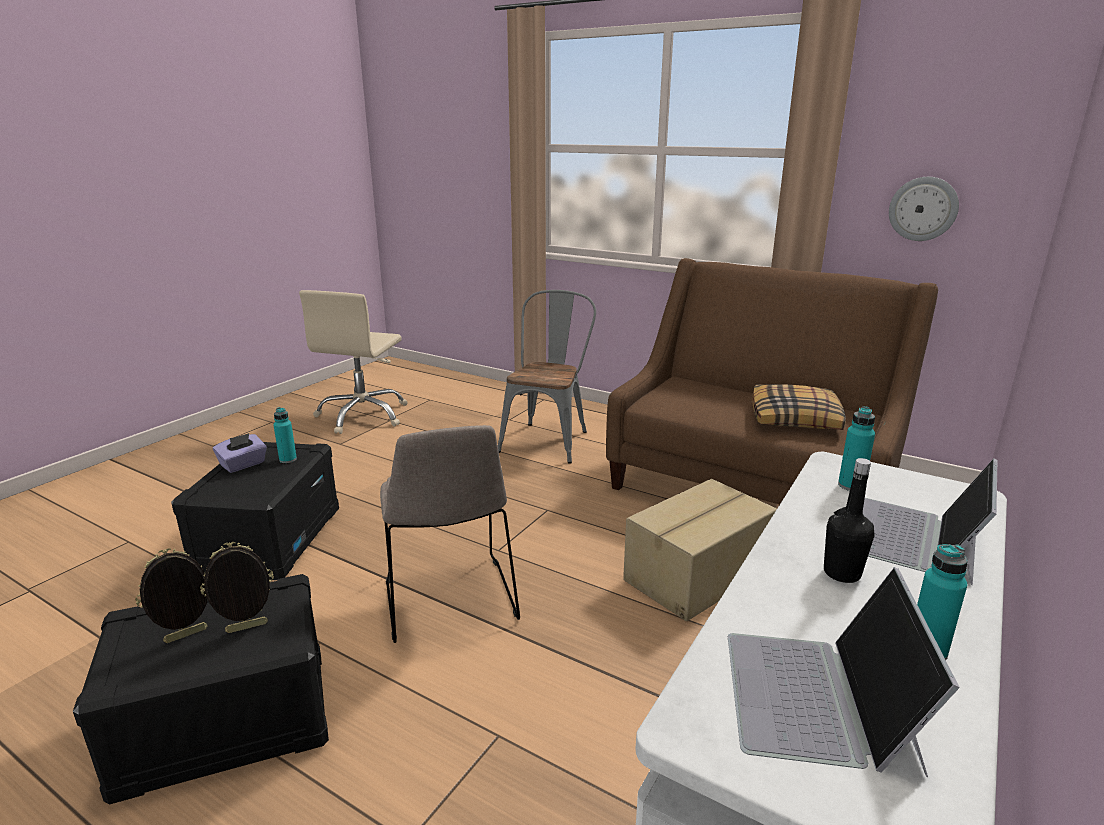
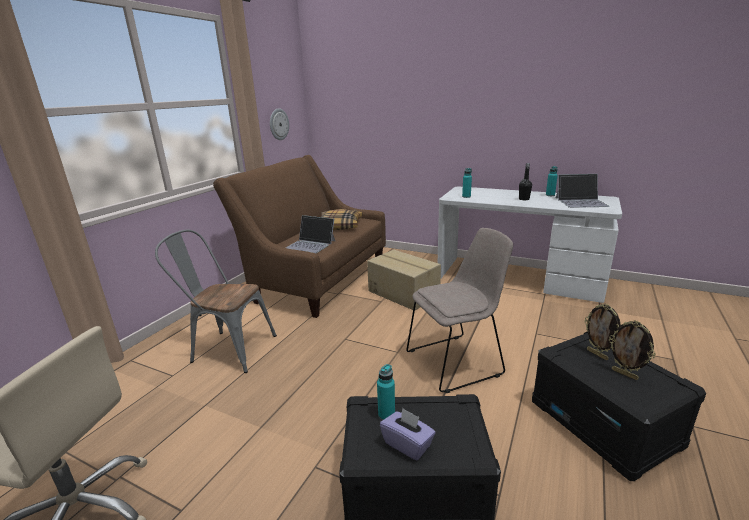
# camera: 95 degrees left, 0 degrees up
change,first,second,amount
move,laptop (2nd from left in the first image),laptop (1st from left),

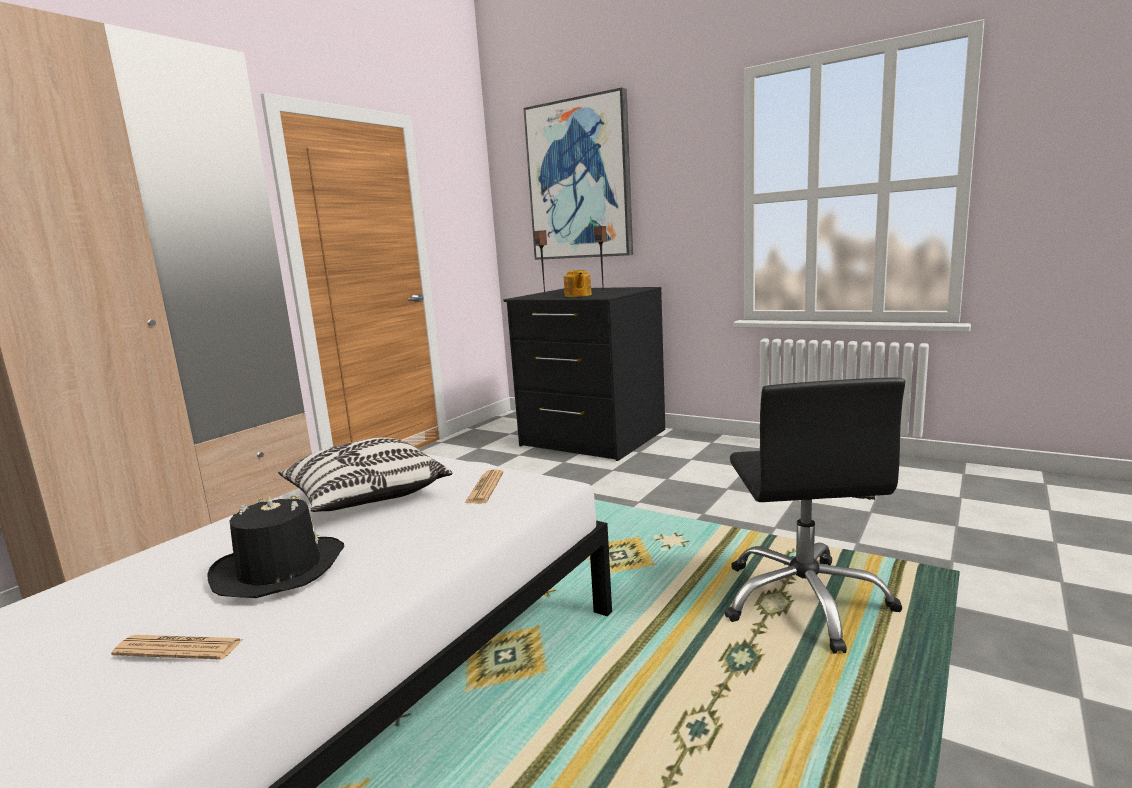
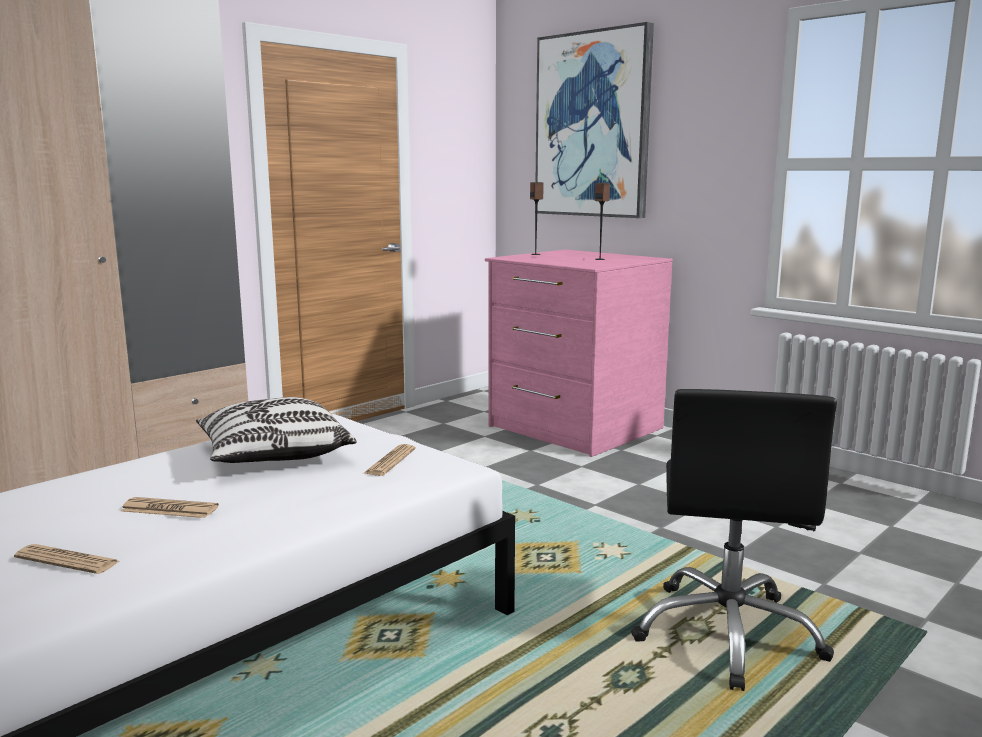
# camera: 10 degrees right, 0 degrees up
change,first,second,amount
delete,teapot,,
replace,black hat,newspaper (2nd from left),
recolor,black dresser,pink dresser,

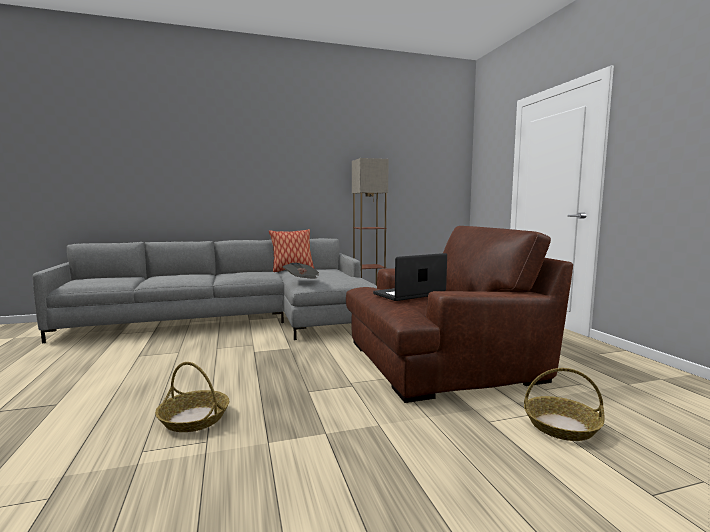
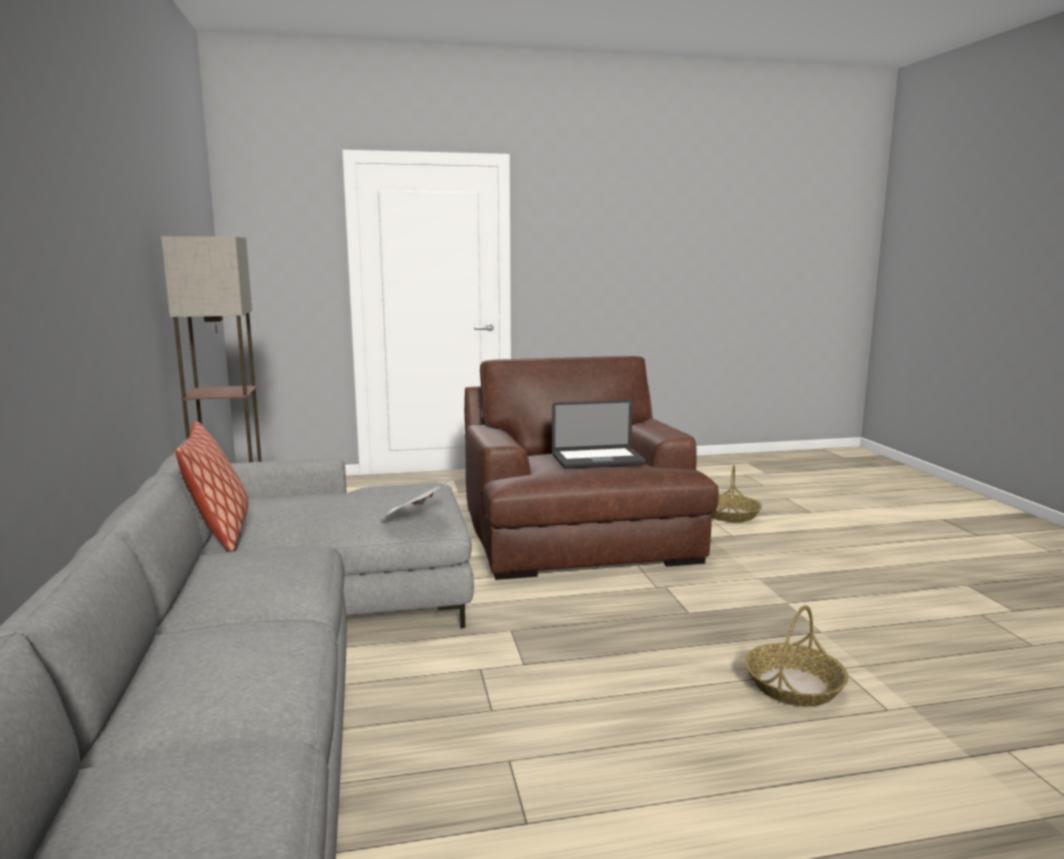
# camera: 85 degrees left, 5 degrees up
change,first,second,amount
rotate,laptop,,75 degrees counterclockwise

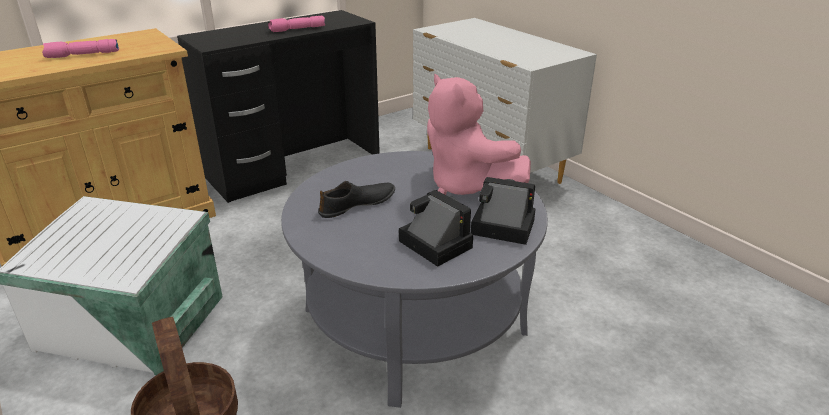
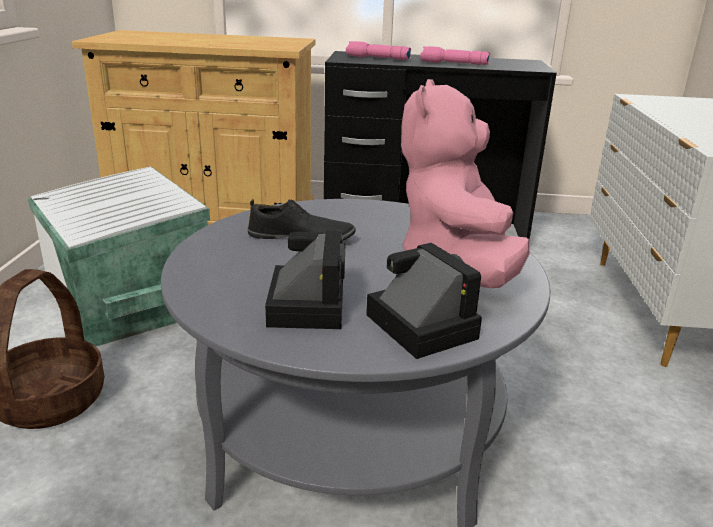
# camera: 40 degrees right, 5 degrees down
change,first,second,amount
move,pink flashlight (1st from left),,

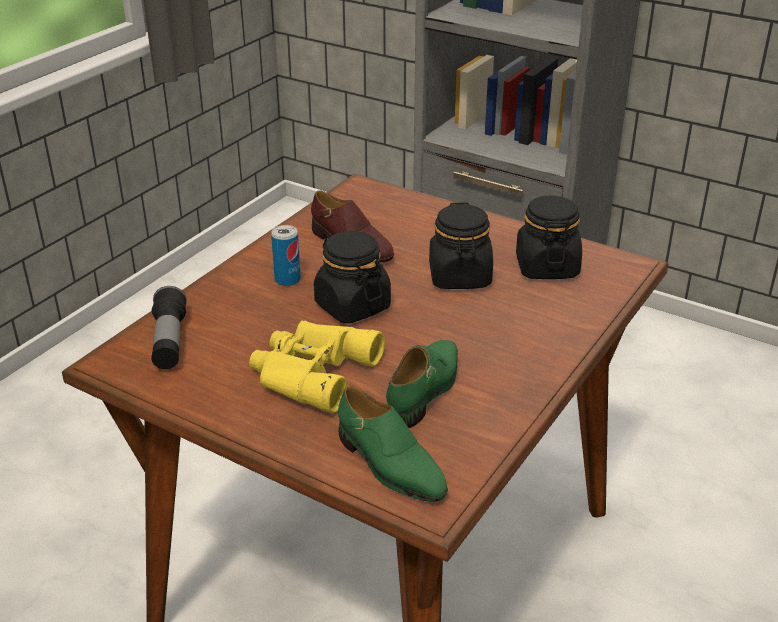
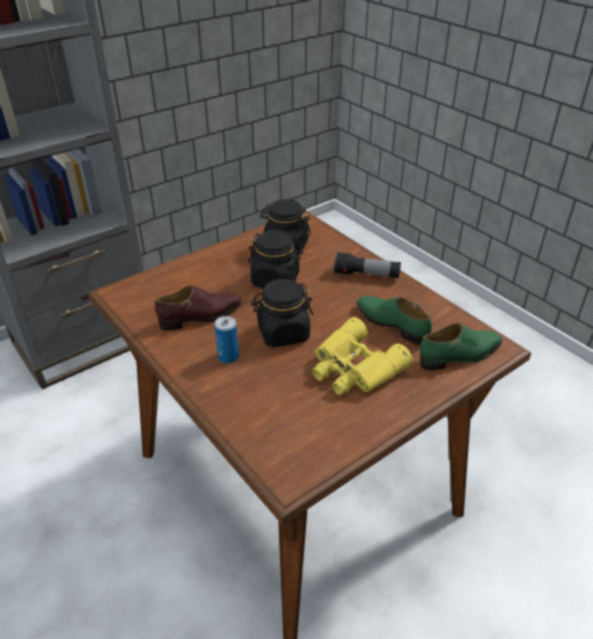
# camera: 70 degrees left, 5 degrees up
change,first,second,amount
move,flashlight,,

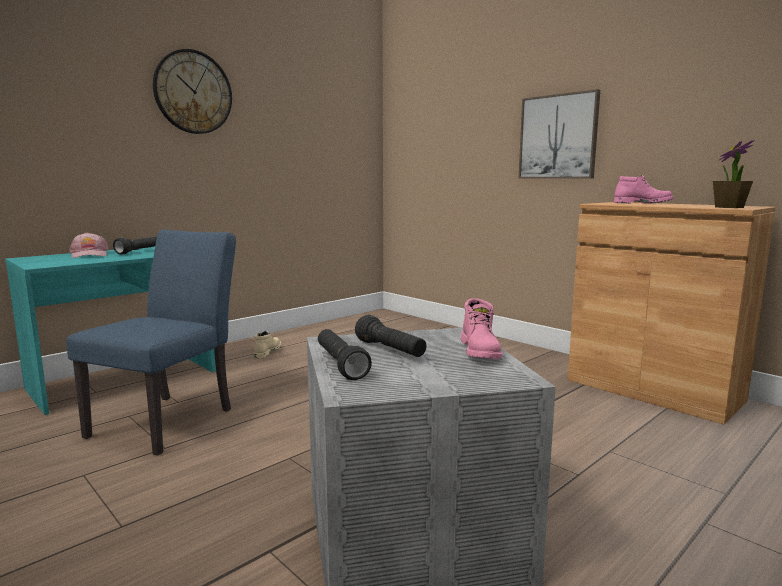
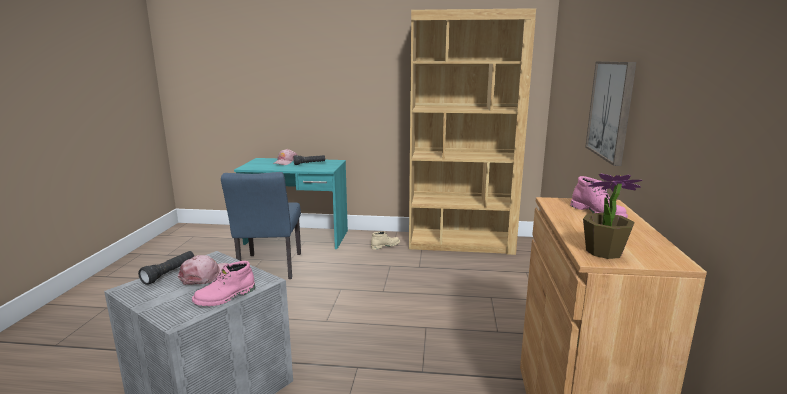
# camera: 50 degrees right, 5 degrees up
change,first,second,amount
delete,wall clock,,
insert,,brown bookcase,
replace,black flashlight (3rd from left),pink cap (1st from left),
rotate,blue chair,,105 degrees clockwise

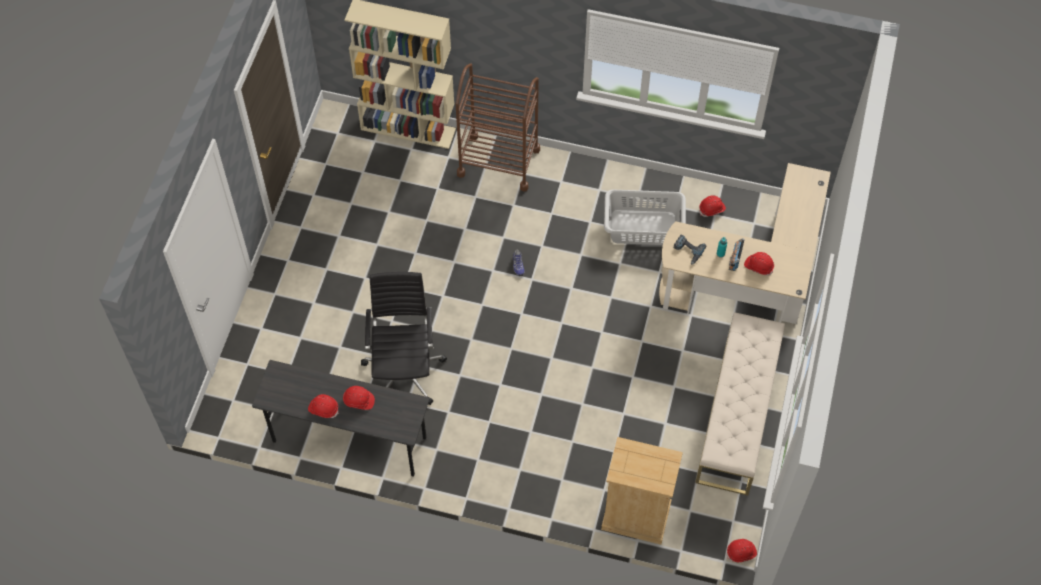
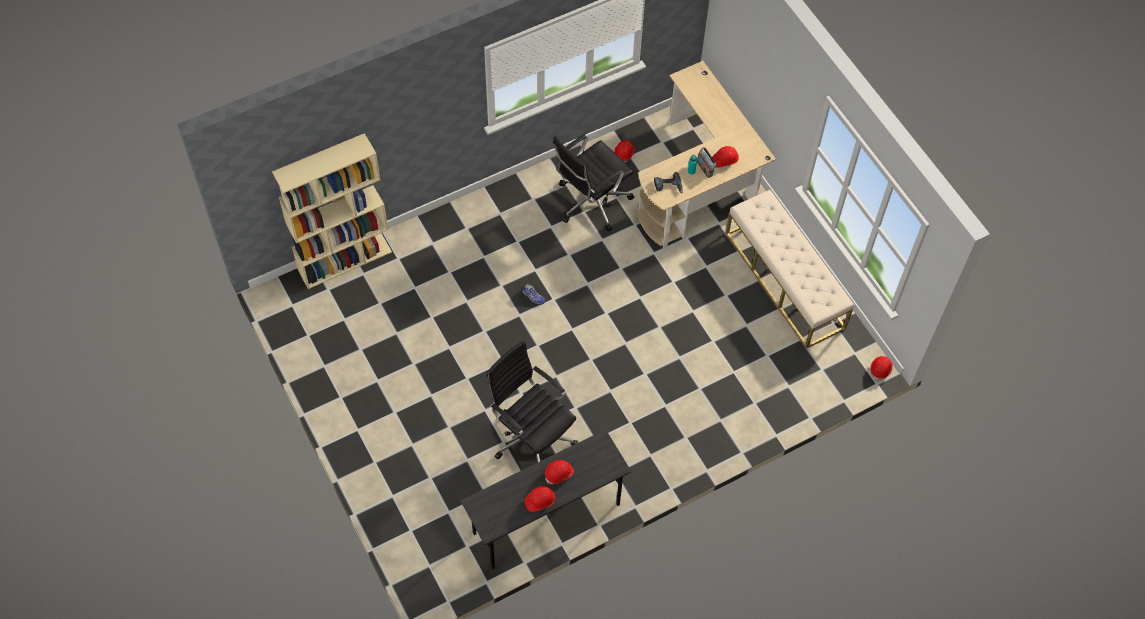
# camera: 45 degrees left, 0 degrees up
change,first,second,amount
delete,brown cart,,
delete,beige dresser,,
replace,grey laundry basket,black office chair (2nd from left),

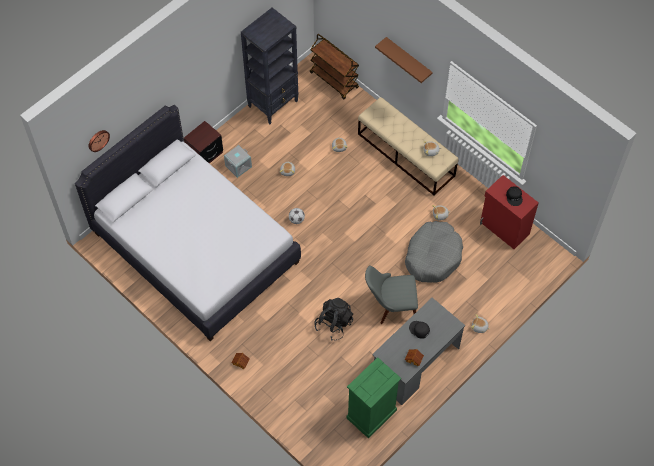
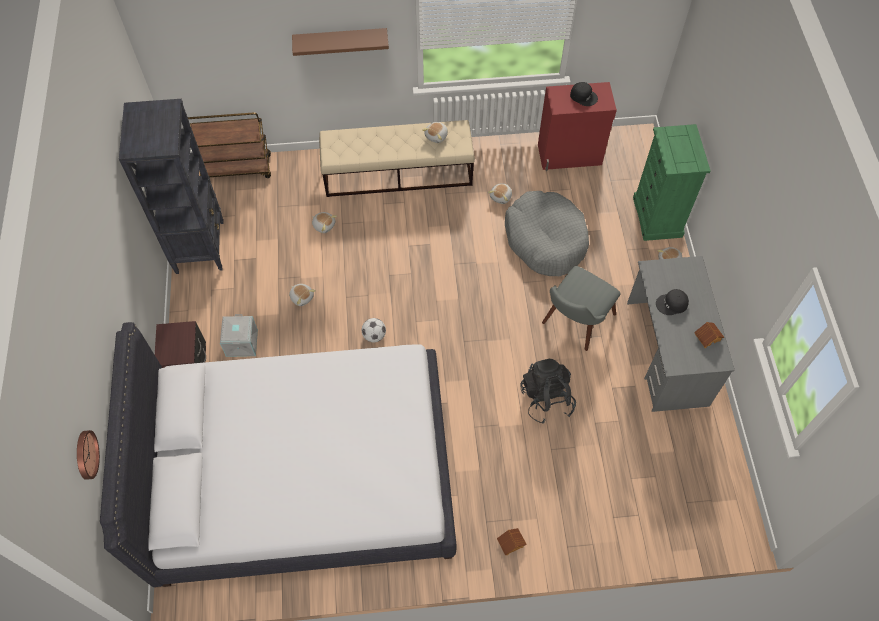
# camera: 50 degrees left, 0 degrees up
change,first,second,amount
move,green dresser,,

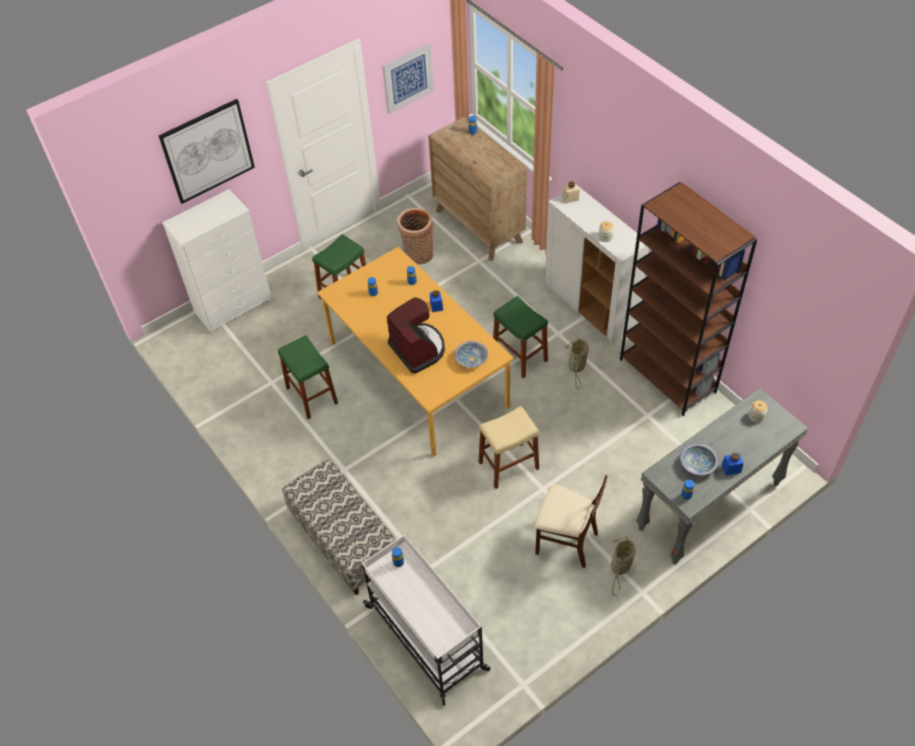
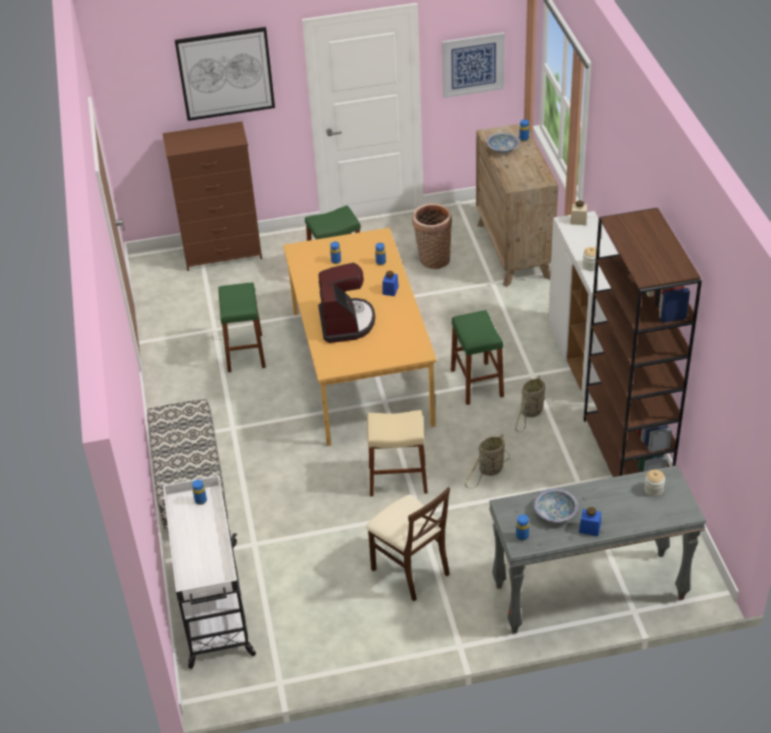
# camera: 25 degrees right, 10 degrees down
change,first,second,amount
move,bowl (1st from left),,
move,basket (3rd from left in the first image),basket (2nd from left),
recolor,white dresser,brown dresser (1st from left),

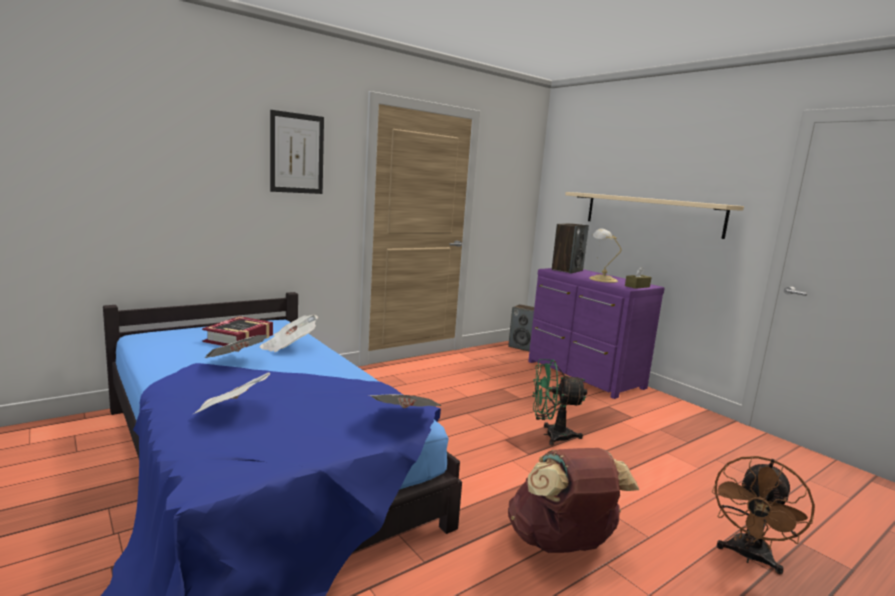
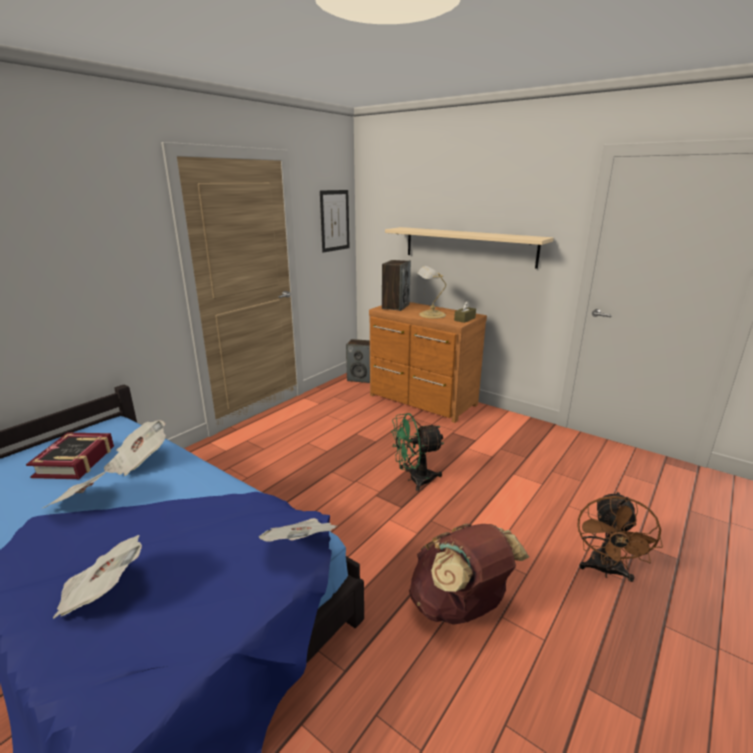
# camera: 15 degrees left, 10 degrees up
change,first,second,amount
move,picture,,
recolor,purple dresser,brown dresser,

